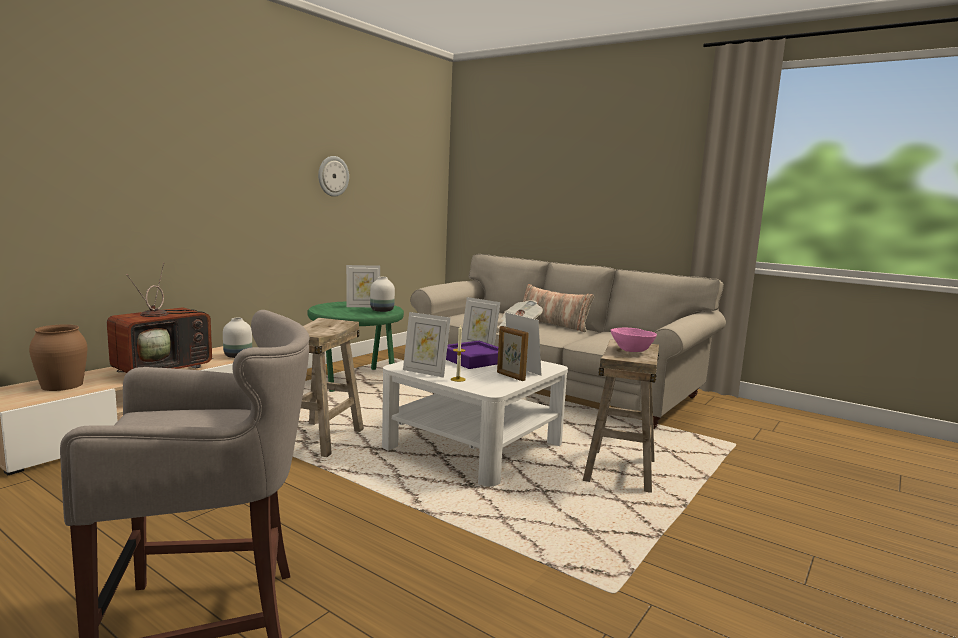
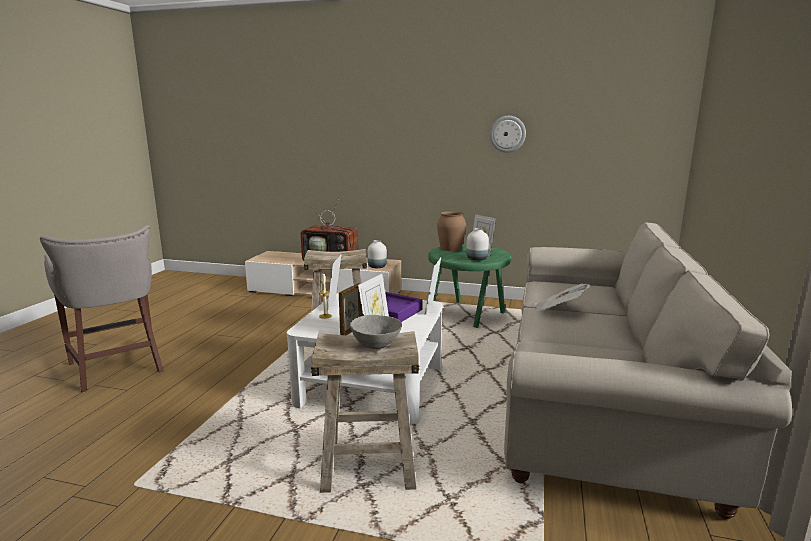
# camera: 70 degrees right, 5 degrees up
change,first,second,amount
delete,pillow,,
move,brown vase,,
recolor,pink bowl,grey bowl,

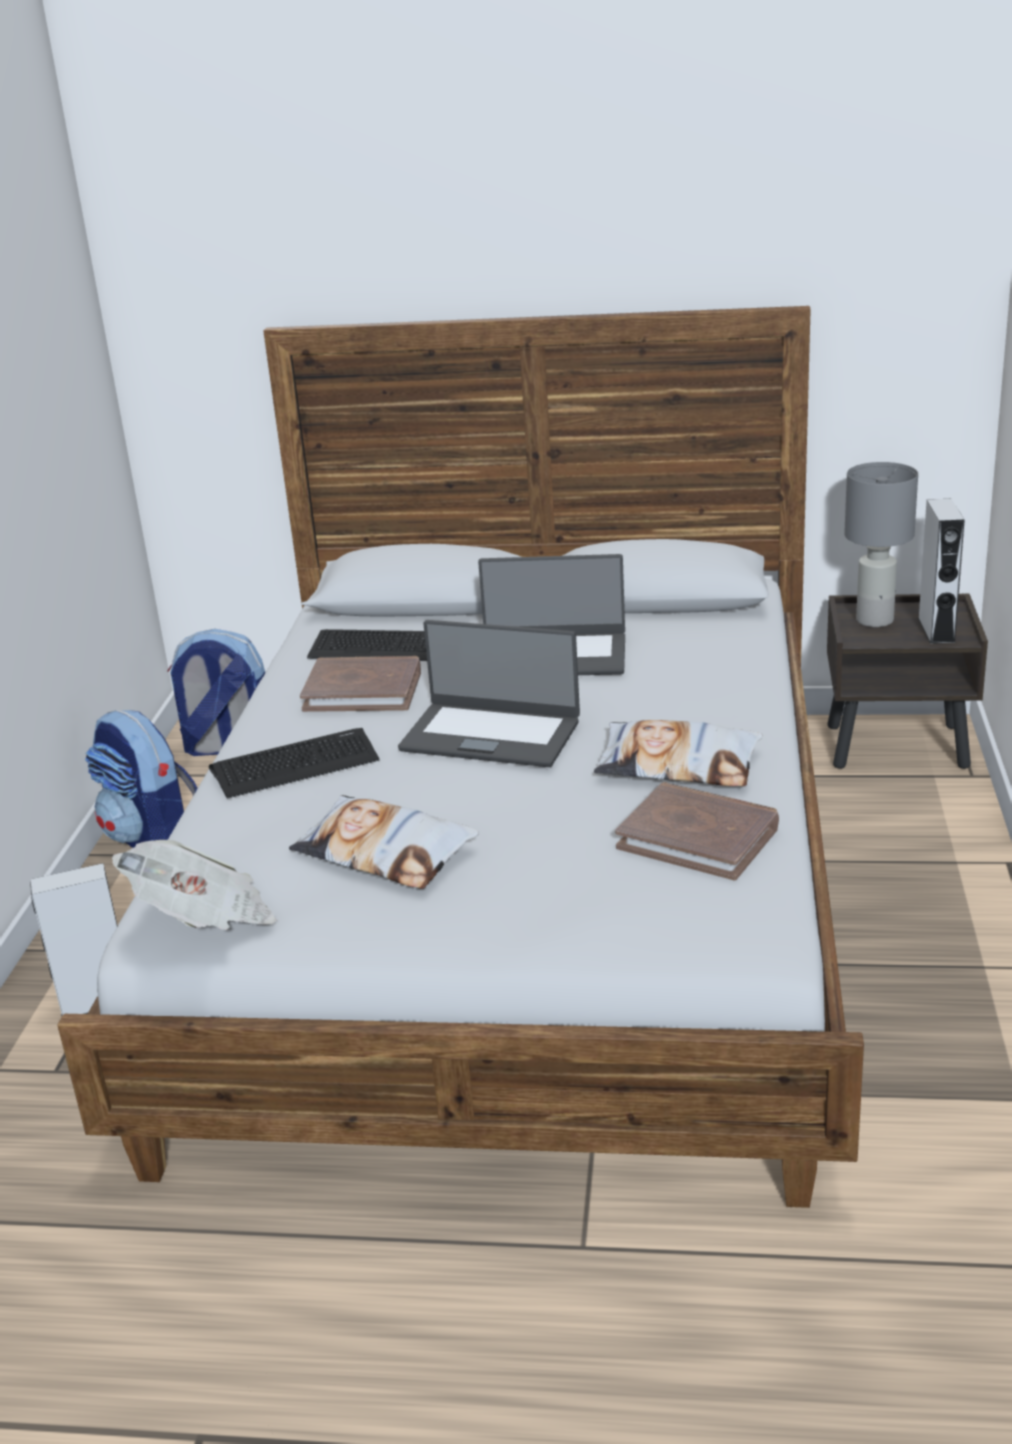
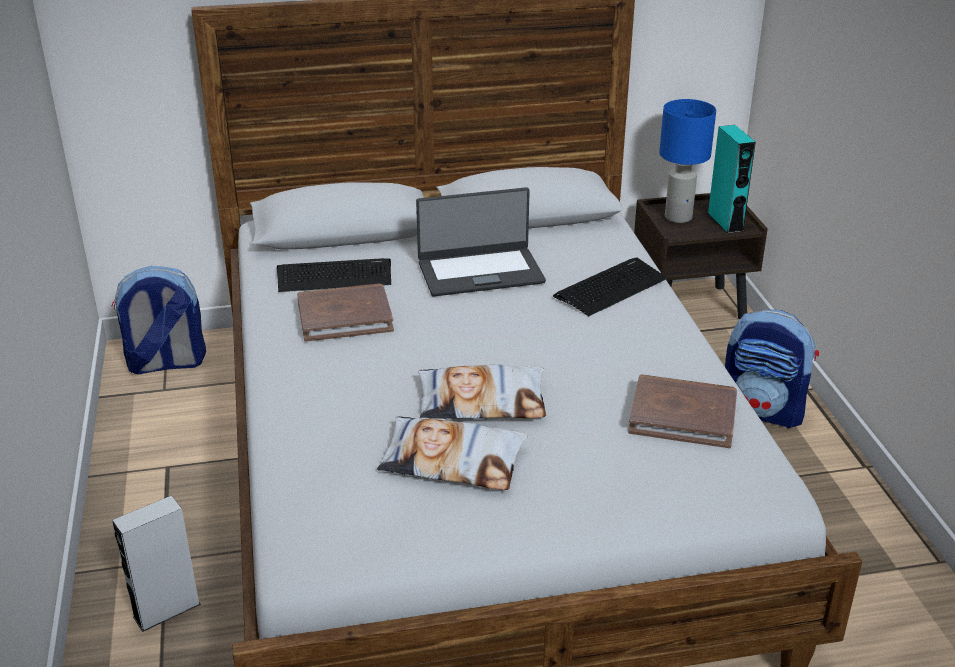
# camera: 20 degrees left, 5 degrees up
change,first,second,amount
delete,newspaper,,
delete,laptop (1st from left),,
move,backpack (1st from left in the first image),backpack (2nd from left),
move,keyboard (1st from left in the first image),keyboard (2nd from left),
move,pillow (2nd from left),,
recolor,grey table lamp,blue table lamp,
recolor,grey speaker (2nd from left),turquoise speaker,

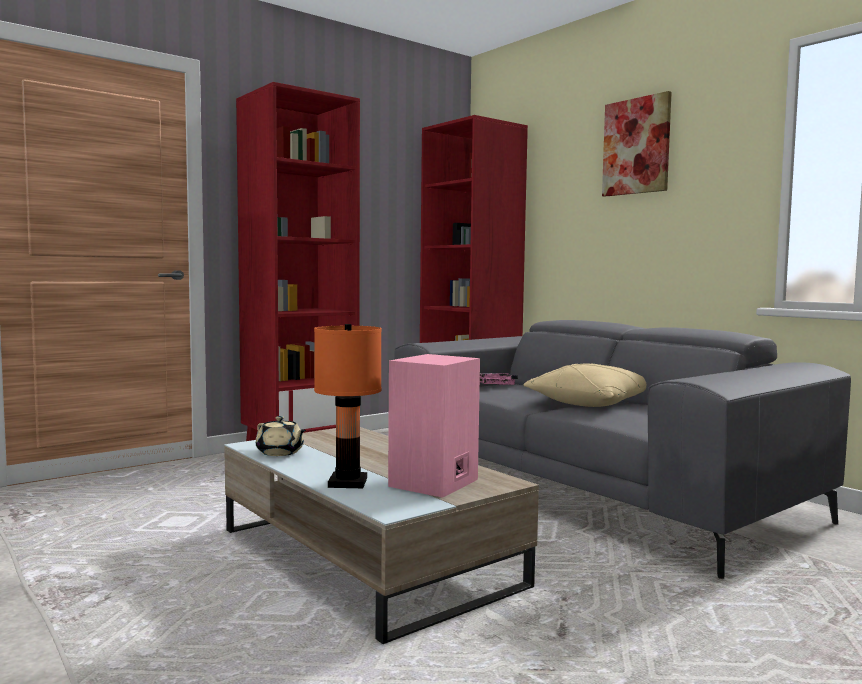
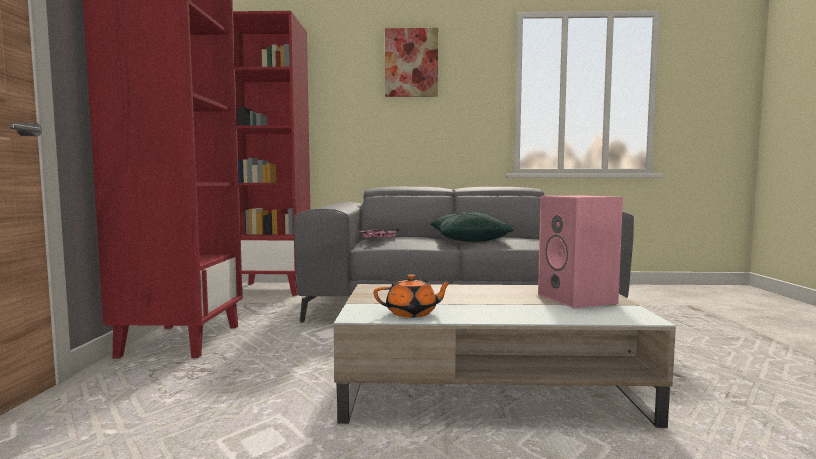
# camera: 50 degrees left, 0 degrees up
change,first,second,amount
delete,orange table lamp,,
recolor,beige teapot,orange teapot,
recolor,beige pillow,green pillow,

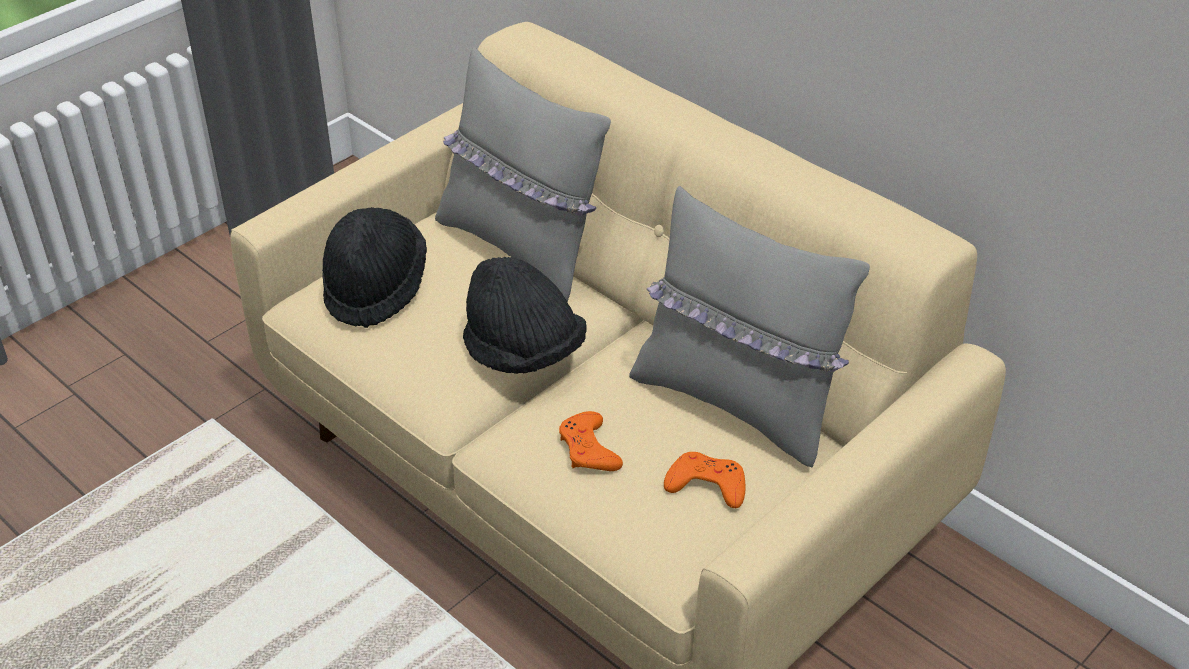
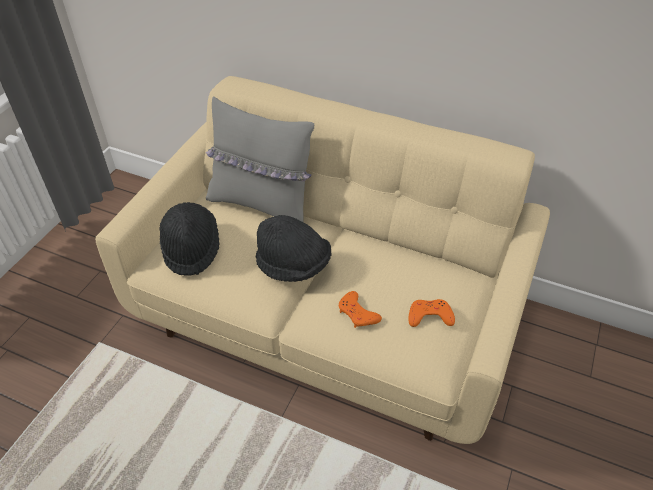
# camera: 20 degrees left, 5 degrees up
change,first,second,amount
delete,grey pillow (2nd from left),,

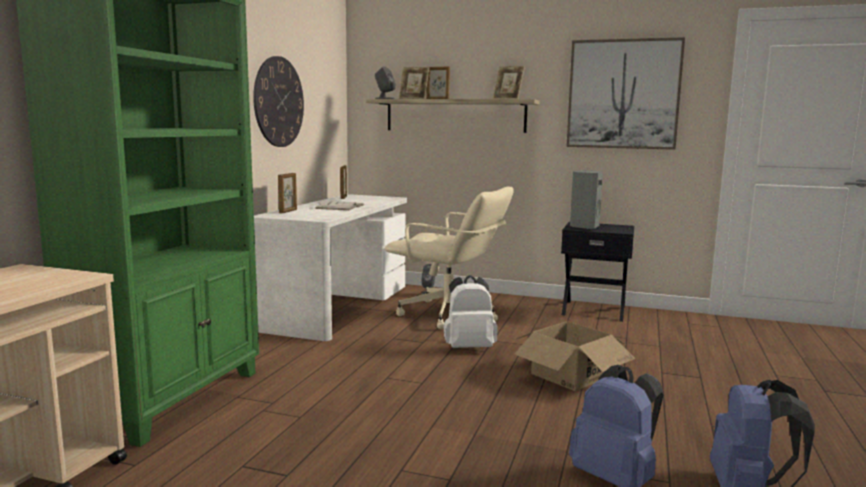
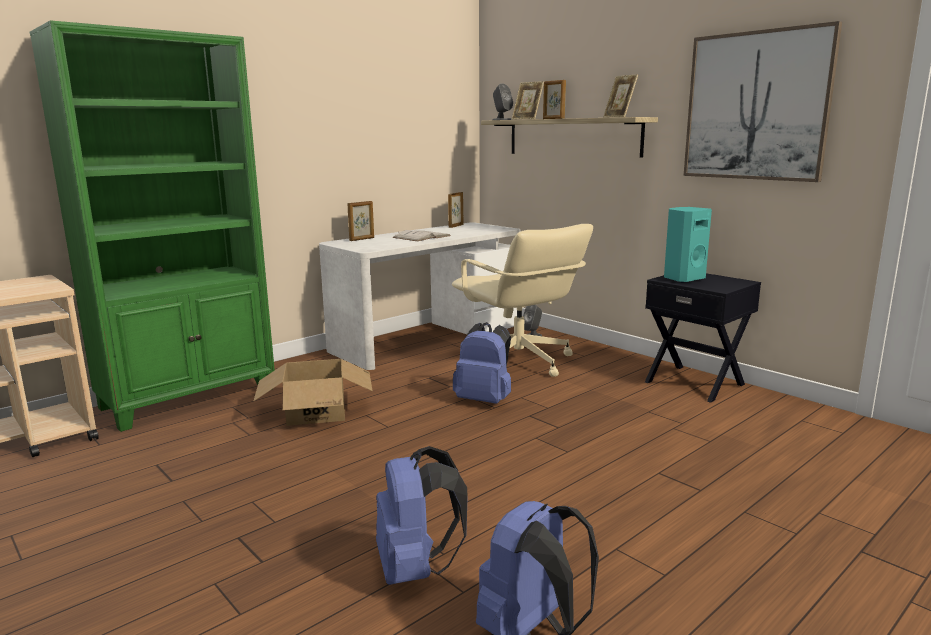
# camera: 30 degrees right, 5 degrees up
change,first,second,amount
delete,wall clock,,
move,cardboard box,,
recolor,white backpack,blue backpack (2nd from left),
recolor,grey speaker (3rd from left),turquoise speaker,

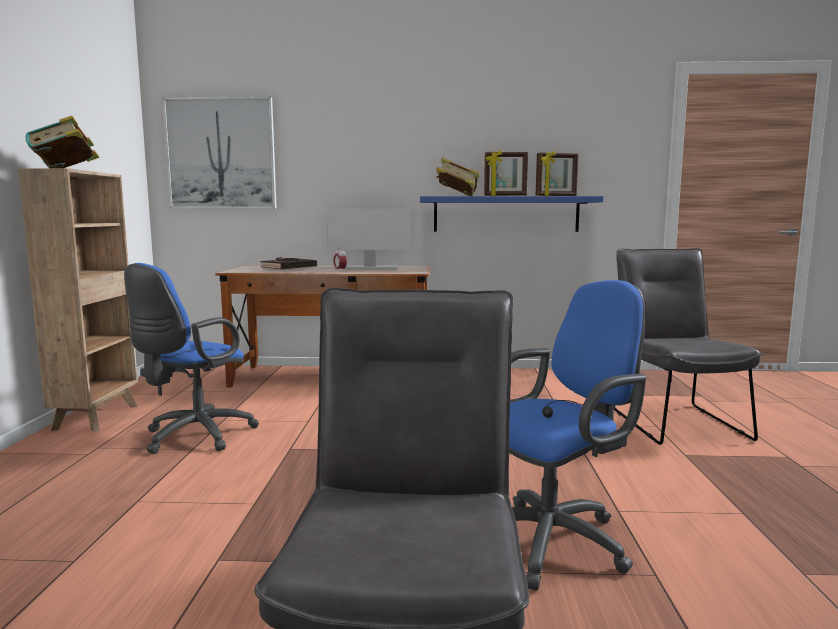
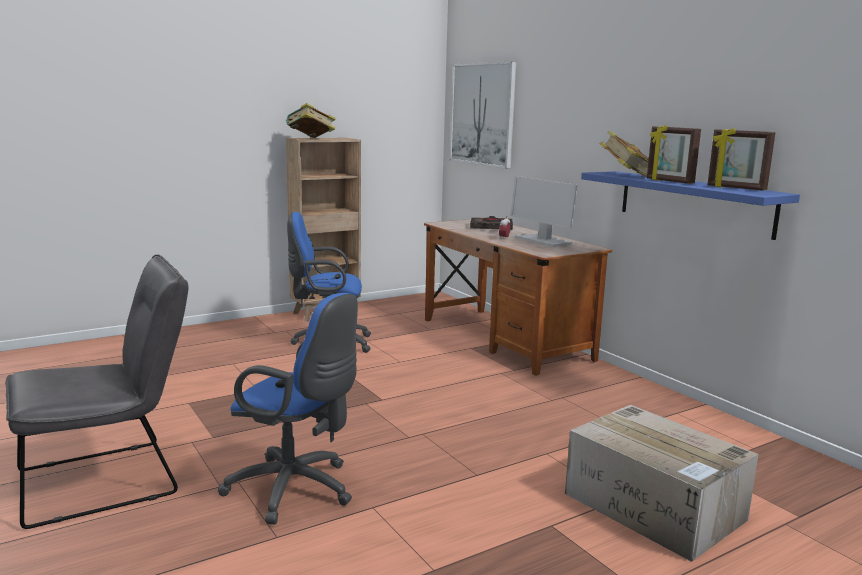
# camera: 55 degrees right, 5 degrees up
change,first,second,amount
replace,grey chair (2nd from left),cardboard box,

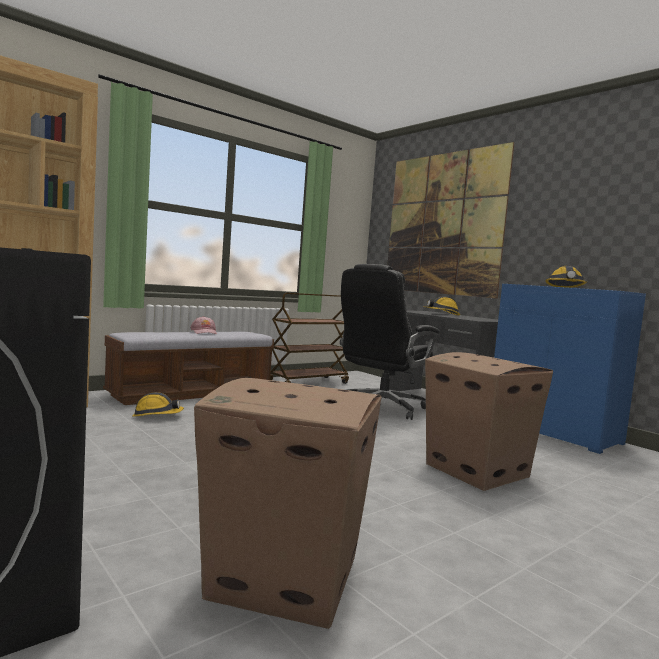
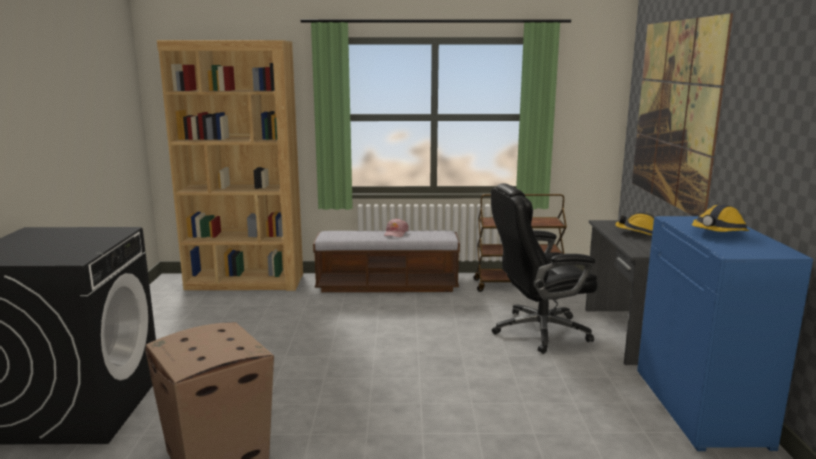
# camera: 40 degrees right, 10 degrees up
change,first,second,amount
delete,hard hat (1st from left),,
delete,cardboard box (2nd from left),,

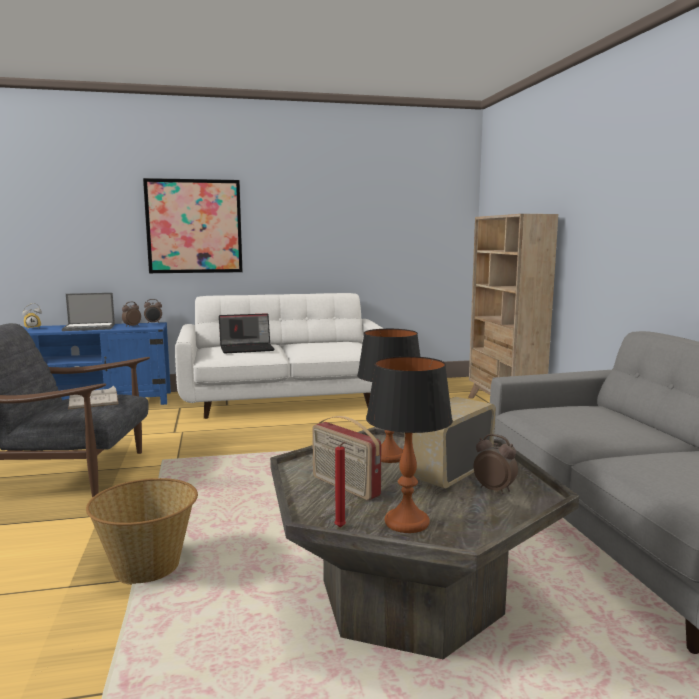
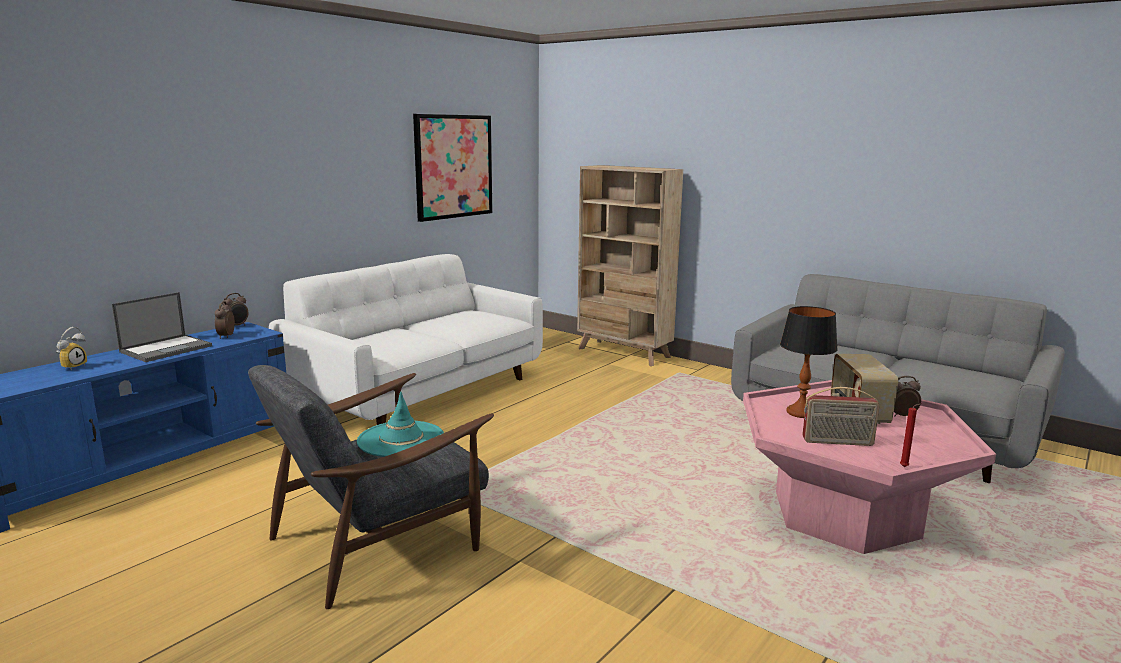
# camera: 40 degrees left, 5 degrees up
change,first,second,amount
delete,basket,,
delete,laptop (2nd from left),,
delete,table lamp (2nd from left),,
move,picture,,
replace,white book,turquoise hat,
recolor,grey coffee table,pink coffee table,

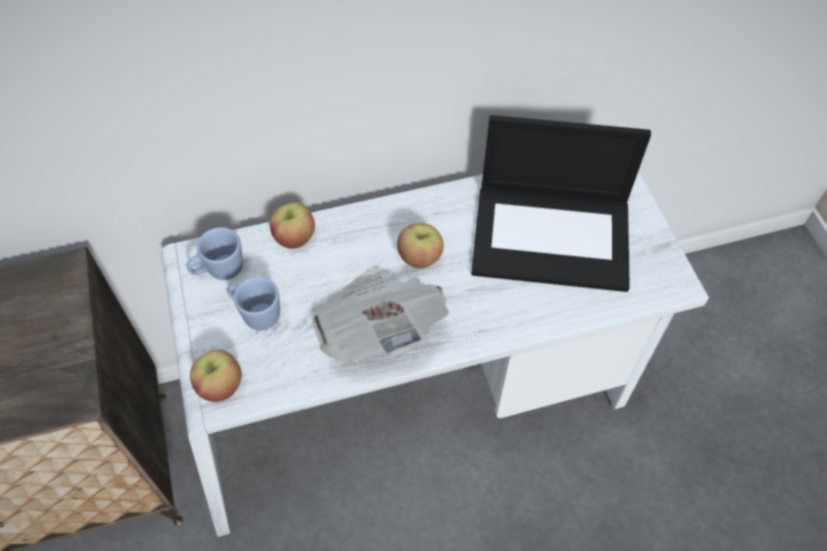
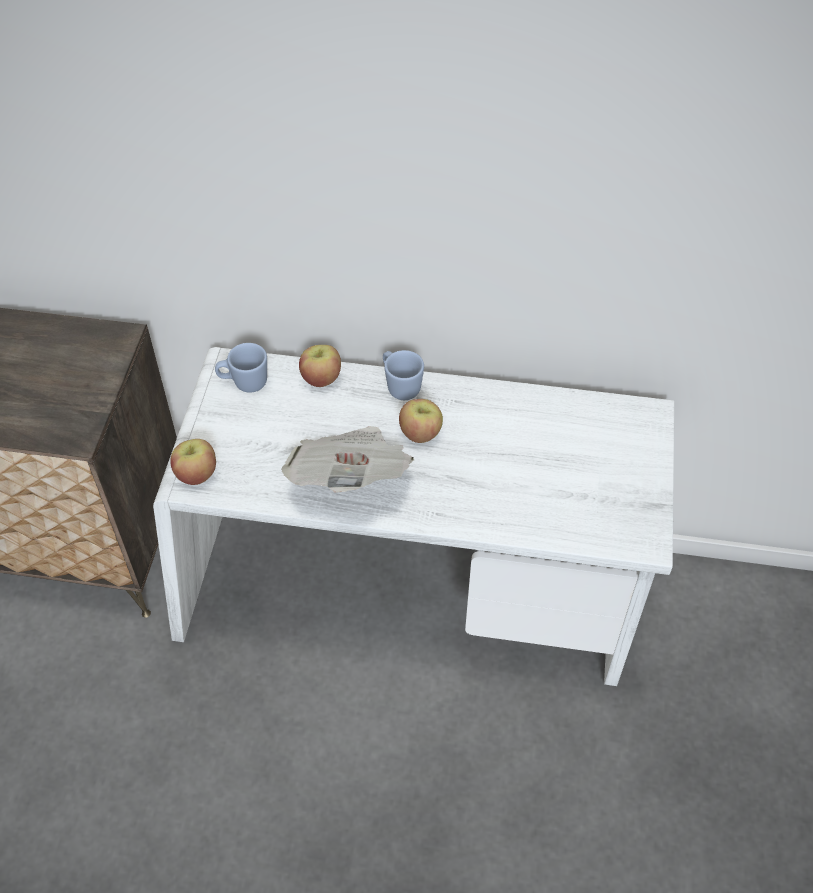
# camera: 25 degrees right, 5 degrees down
change,first,second,amount
delete,laptop,,
move,blue mug (2nd from left),,

